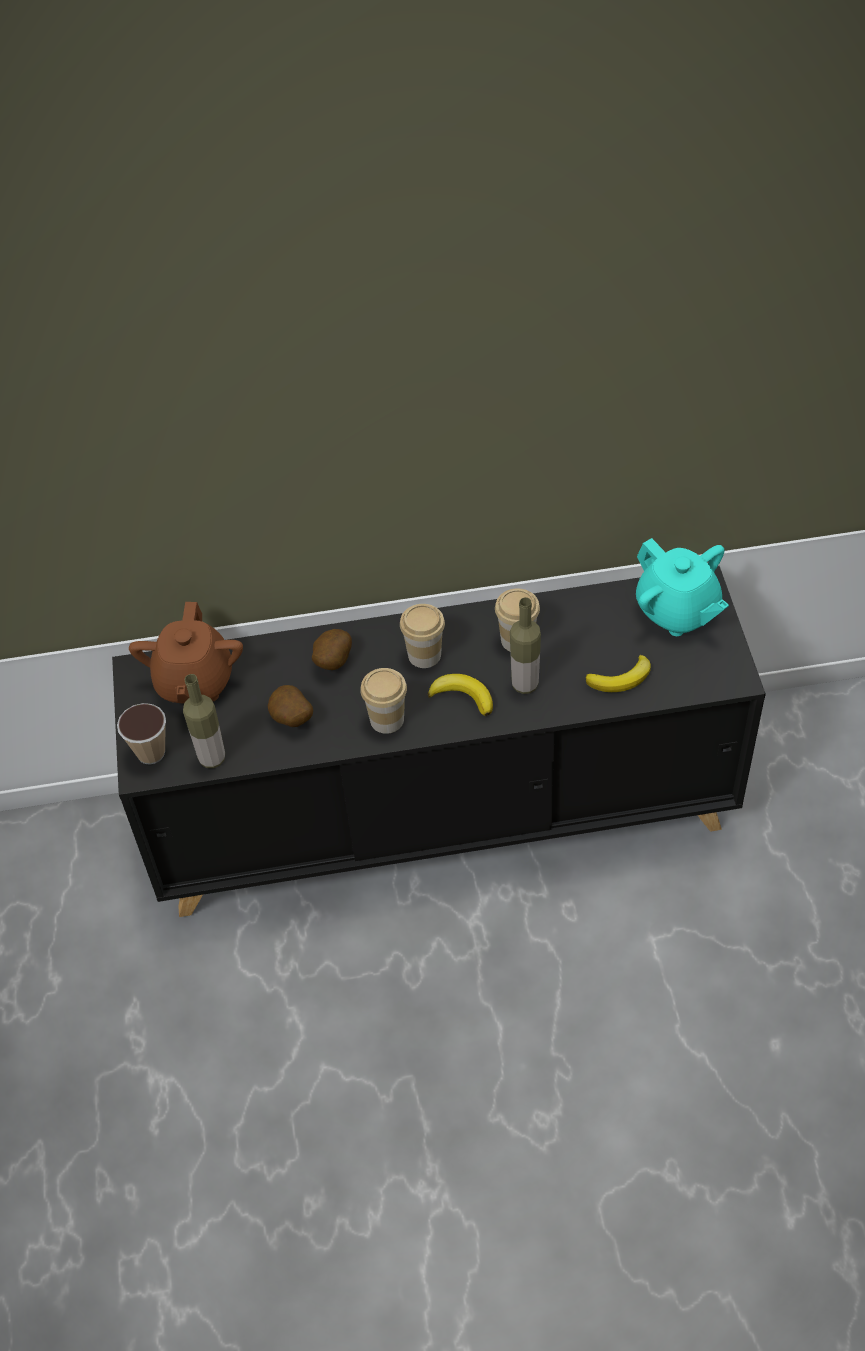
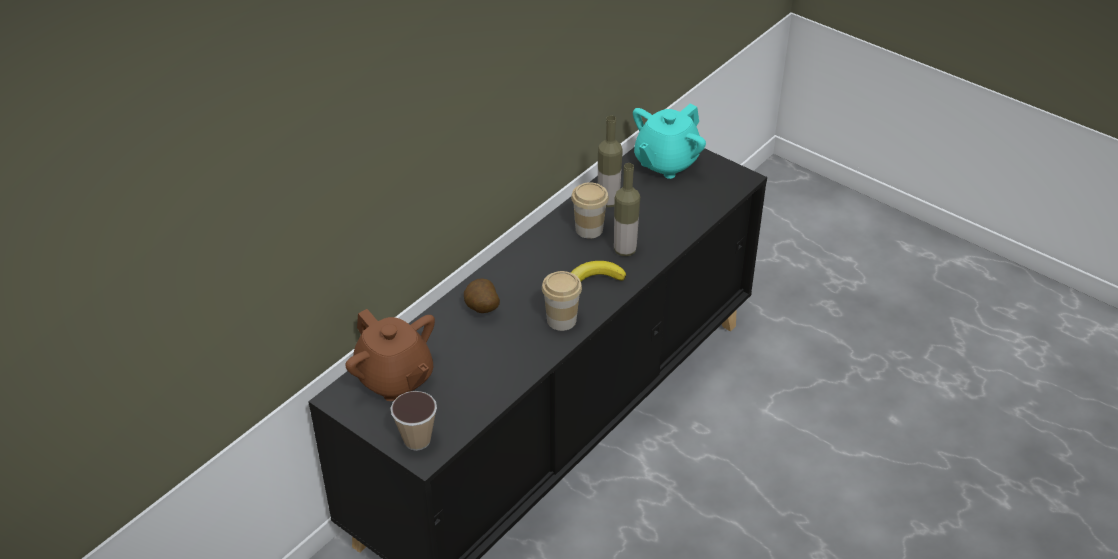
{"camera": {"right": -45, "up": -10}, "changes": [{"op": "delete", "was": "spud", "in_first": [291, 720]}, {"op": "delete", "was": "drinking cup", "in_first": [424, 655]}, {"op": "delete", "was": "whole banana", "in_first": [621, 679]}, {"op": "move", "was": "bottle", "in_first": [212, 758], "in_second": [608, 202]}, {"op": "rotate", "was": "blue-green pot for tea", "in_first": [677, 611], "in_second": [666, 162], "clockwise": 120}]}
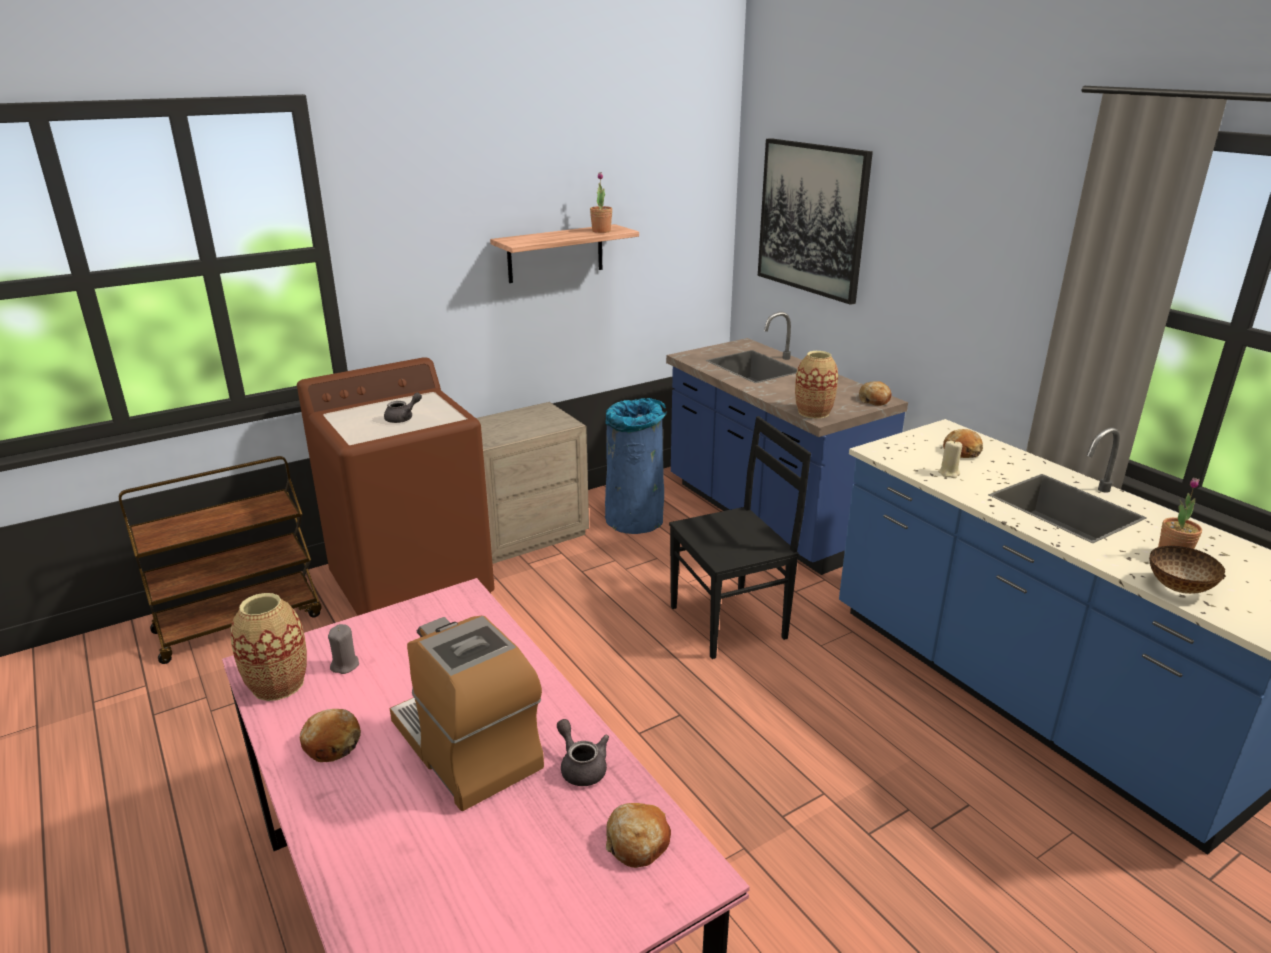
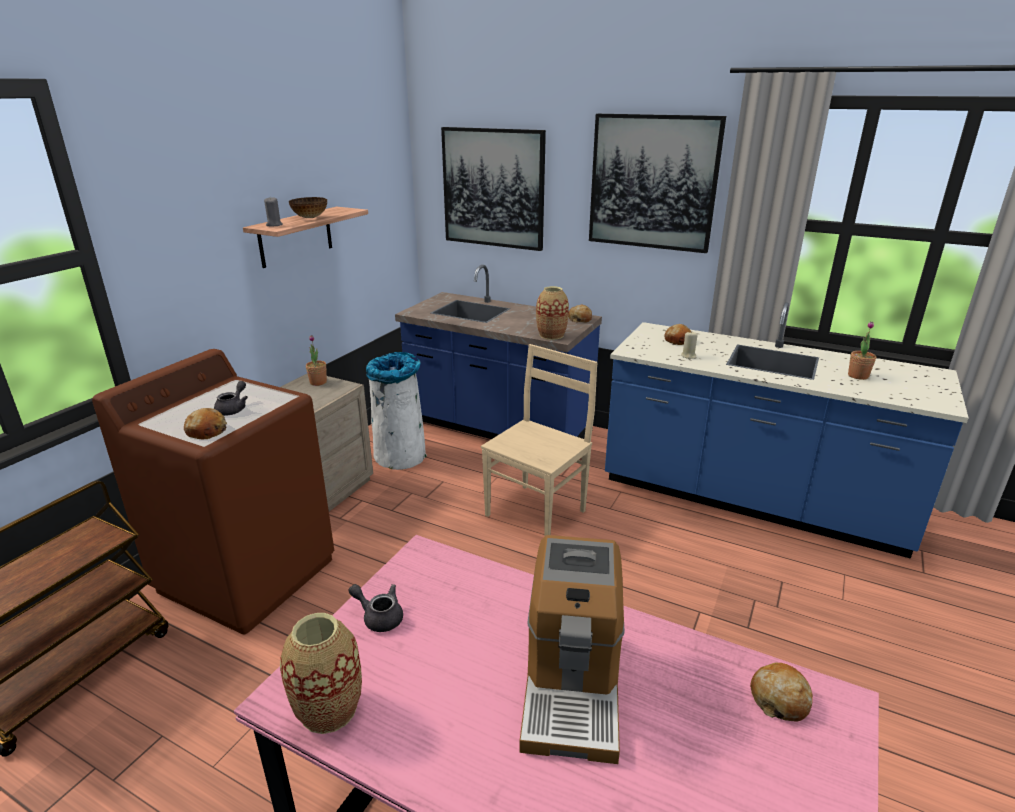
{"camera": {"right": -30, "up": 0}, "changes": [{"op": "insert", "now": "wall art", "in_second": [653, 183]}, {"op": "move", "was": "bakery bread", "in_first": [332, 743], "in_second": [207, 431]}, {"op": "move", "was": "gray candle", "in_first": [345, 665], "in_second": [274, 225]}, {"op": "move", "was": "gray pot for tea", "in_first": [581, 766], "in_second": [379, 617]}, {"op": "move", "was": "houseplant", "in_first": [601, 231], "in_second": [318, 382]}, {"op": "move", "was": "deep dish", "in_first": [1178, 588], "in_second": [309, 218]}, {"op": "recolor", "was": "bluish waste bin", "now": "white waste bin", "in_first": [635, 518], "in_second": [400, 455]}, {"op": "recolor", "was": "black chair", "now": "beige chair", "in_first": [731, 621], "in_second": [537, 512]}, {"op": "rotate", "was": "coffee machine", "in_first": [467, 747], "in_second": [572, 685], "clockwise": -105}]}
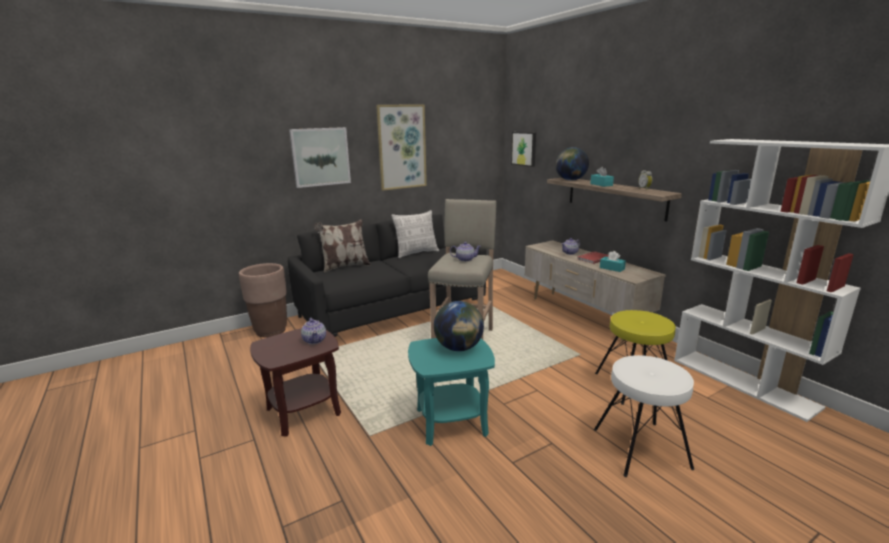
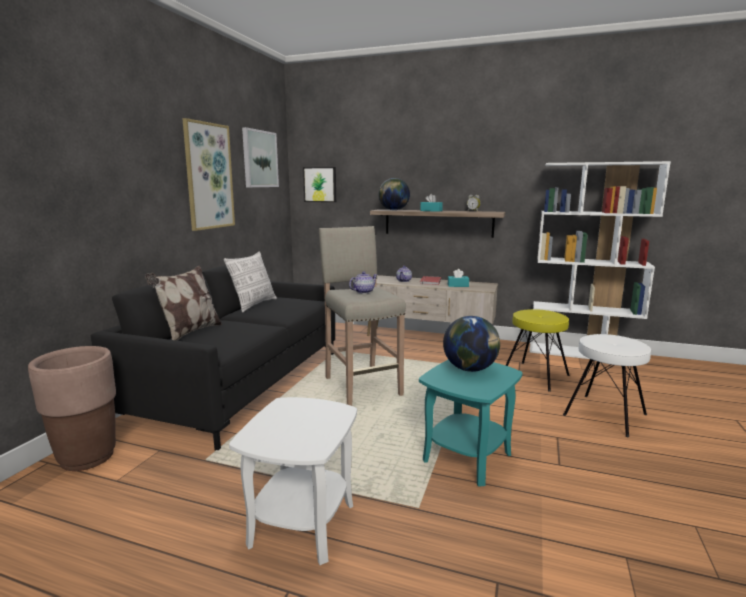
{"camera": {"right": -40, "up": -5}, "changes": [{"op": "delete", "was": "pot for tea", "in_first": [315, 340]}, {"op": "move", "was": "wall art", "in_first": [320, 157], "in_second": [259, 159]}, {"op": "recolor", "was": "brownish end table", "now": "white end table", "in_first": [303, 411], "in_second": [301, 524]}]}
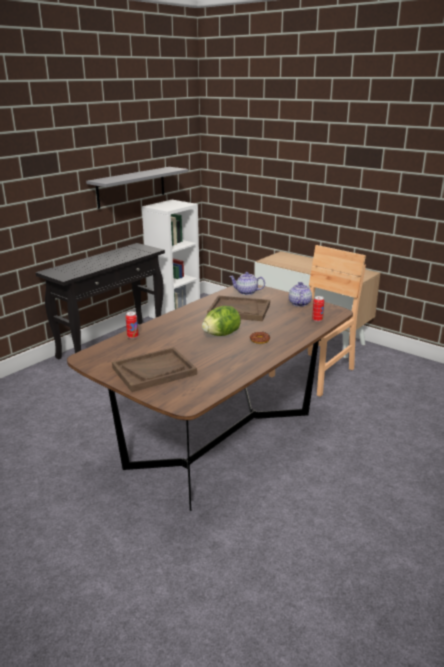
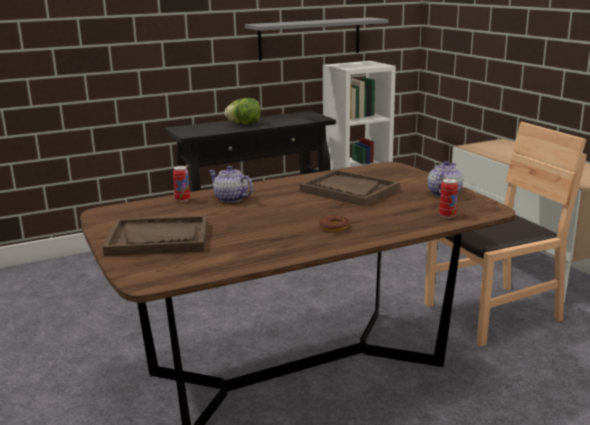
{"camera": {"right": 25, "up": -5}, "changes": [{"op": "move", "was": "lettuce head", "in_first": [221, 334], "in_second": [244, 124]}, {"op": "move", "was": "pot for tea", "in_first": [246, 292], "in_second": [230, 199]}]}
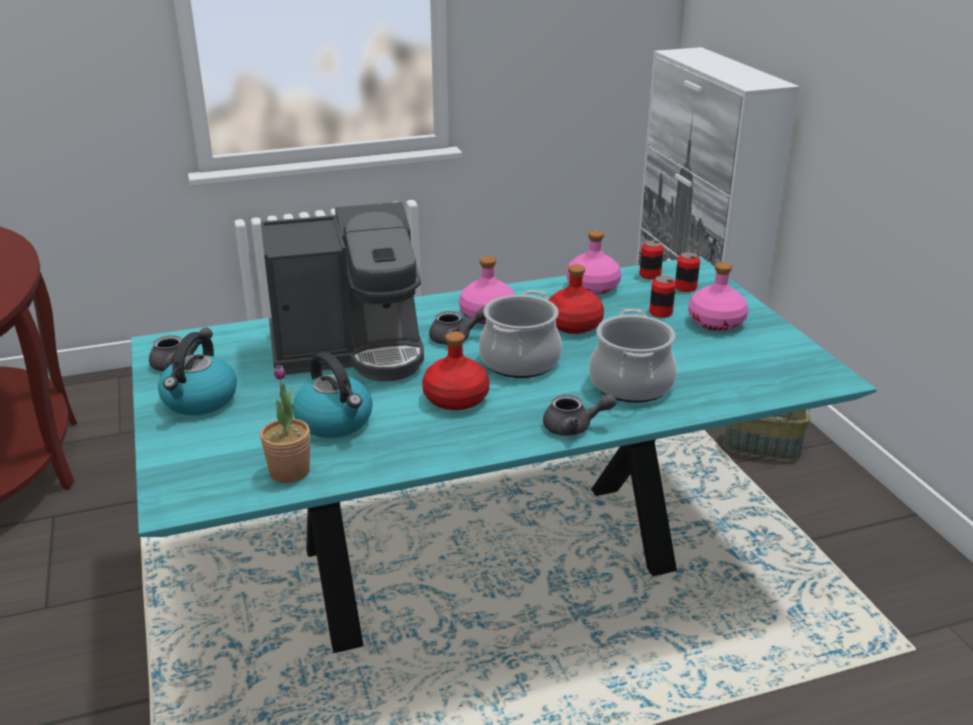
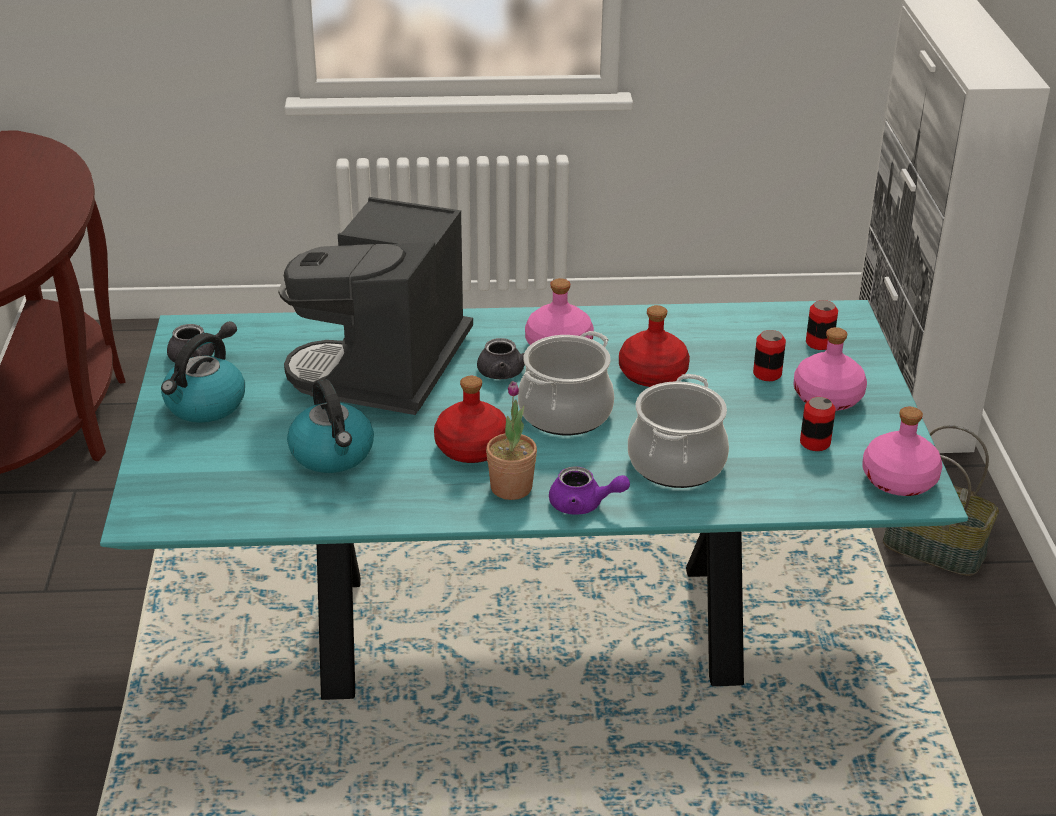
{"camera": {"right": 15, "up": 5}, "changes": [{"op": "move", "was": "houseplant", "in_first": [289, 471], "in_second": [511, 488]}, {"op": "move", "was": "pink-coloured bottle", "in_first": [592, 287], "in_second": [898, 480]}, {"op": "move", "was": "can", "in_first": [650, 275], "in_second": [815, 443]}, {"op": "recolor", "was": "gray pot for tea", "now": "purple-coloured pot for tea", "in_first": [574, 427], "in_second": [583, 505]}, {"op": "rotate", "was": "coffee machine", "in_first": [351, 350], "in_second": [385, 368], "clockwise": 105}]}
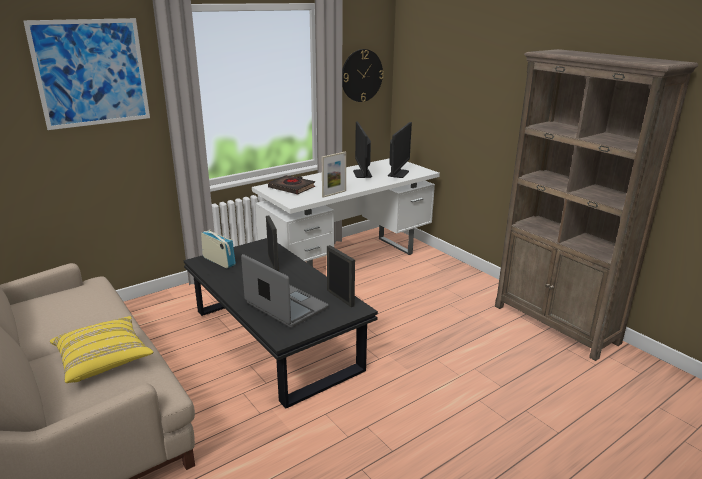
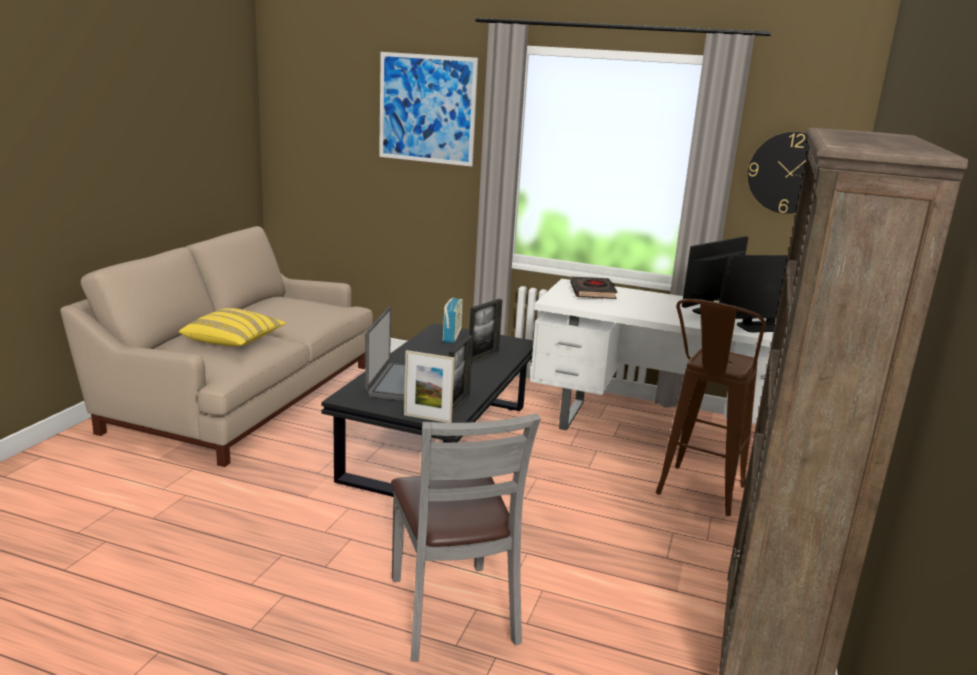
{"camera": {"right": 55, "up": -5}, "changes": [{"op": "insert", "now": "gray chair", "in_second": [451, 611]}, {"op": "insert", "now": "brownish stool", "in_second": [697, 497]}, {"op": "move", "was": "standing frame", "in_first": [334, 194], "in_second": [427, 418]}]}
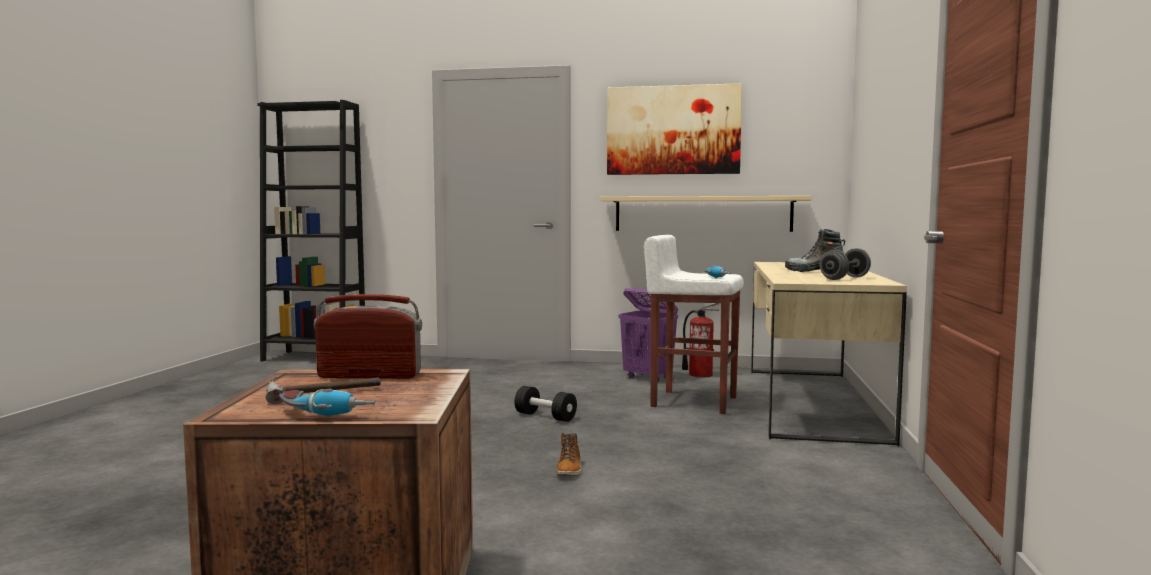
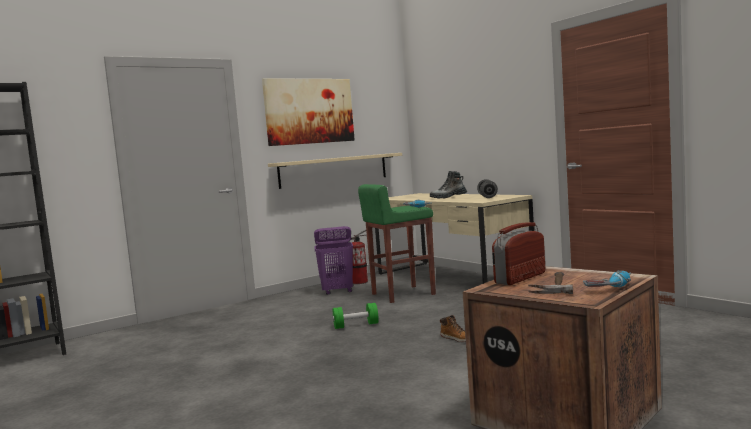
{"camera": {"right": -45, "up": 0}, "changes": [{"op": "recolor", "was": "black hand weight", "now": "green-coloured hand weight", "in_first": [545, 417], "in_second": [356, 325]}, {"op": "recolor", "was": "white stool", "now": "green-coloured stool", "in_first": [692, 401], "in_second": [402, 294]}]}
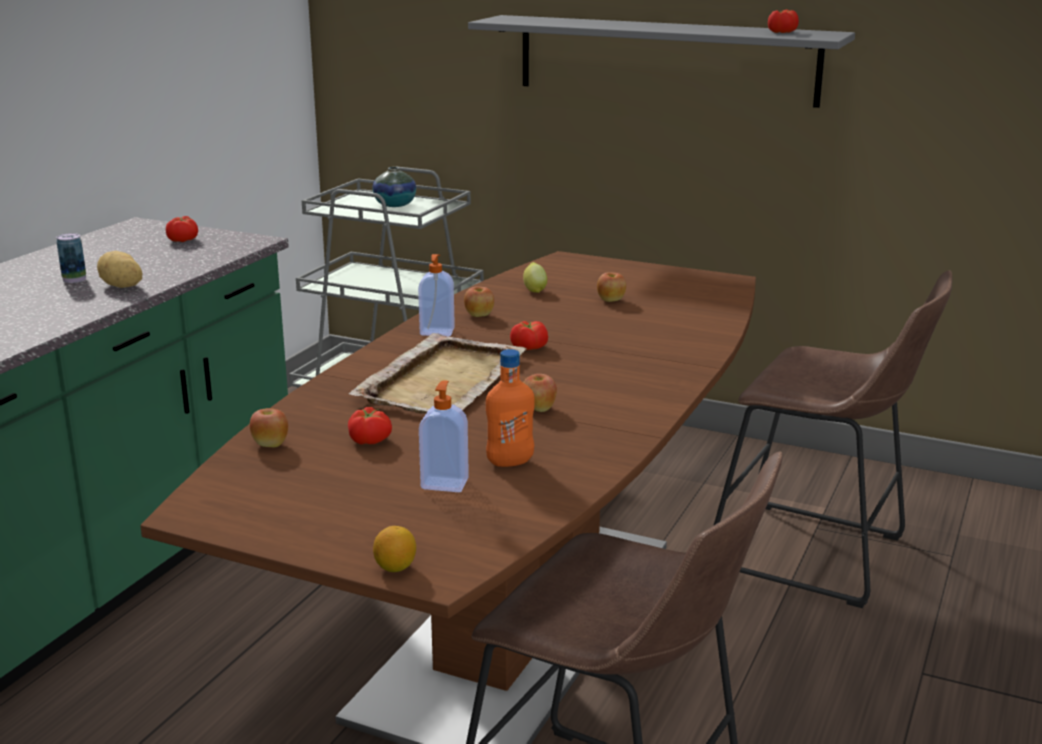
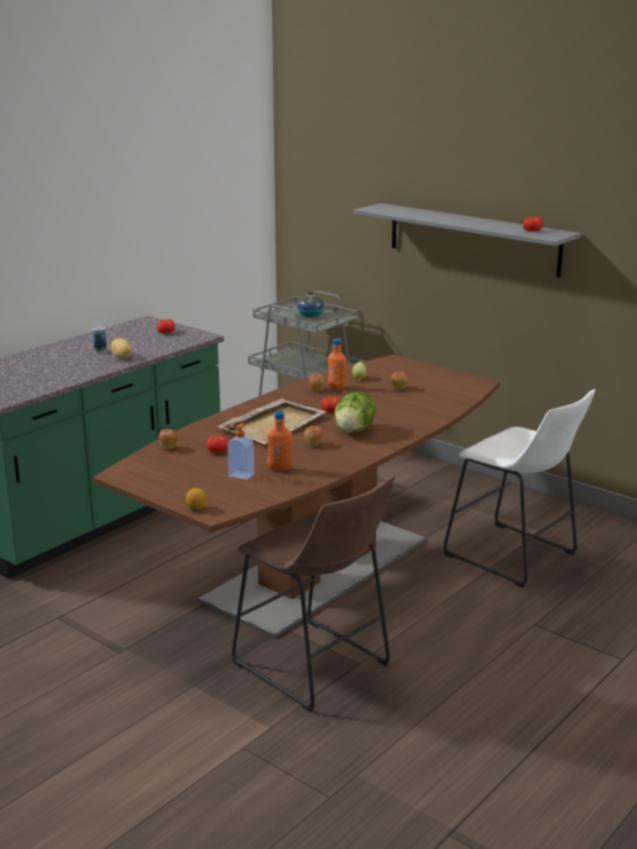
{"camera": {"right": 15, "up": 0}, "changes": [{"op": "delete", "was": "soap dispenser", "in_first": [437, 332]}, {"op": "insert", "now": "orange bottle", "in_second": [337, 388]}, {"op": "insert", "now": "lettuce head", "in_second": [354, 431]}, {"op": "recolor", "was": "brownish stool", "now": "white stool", "in_first": [818, 556], "in_second": [515, 557]}]}
